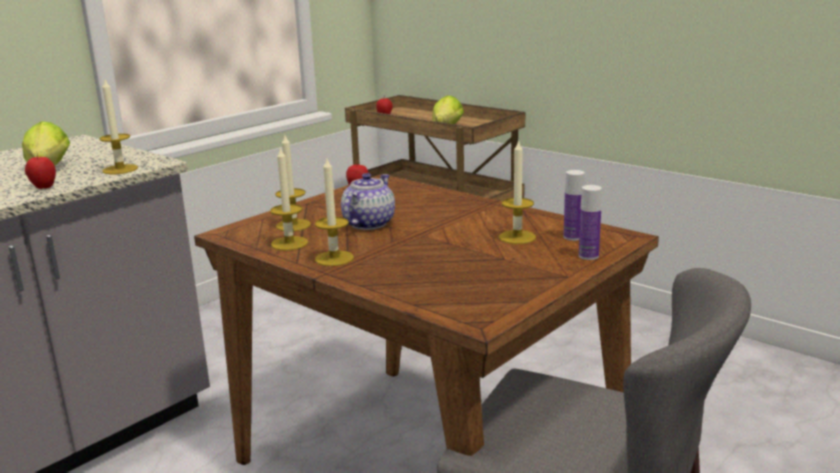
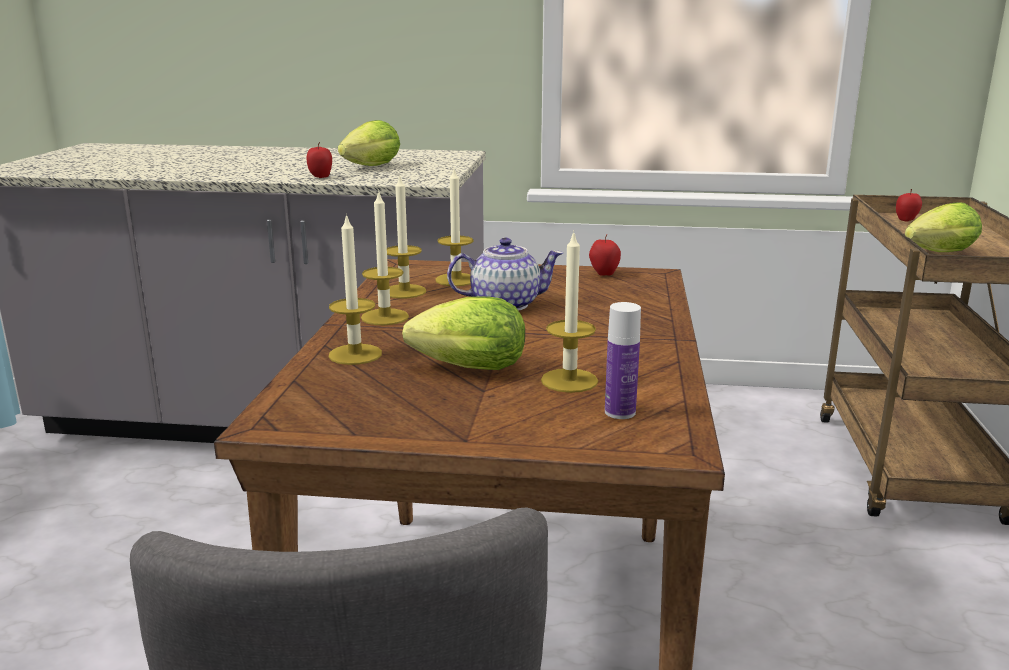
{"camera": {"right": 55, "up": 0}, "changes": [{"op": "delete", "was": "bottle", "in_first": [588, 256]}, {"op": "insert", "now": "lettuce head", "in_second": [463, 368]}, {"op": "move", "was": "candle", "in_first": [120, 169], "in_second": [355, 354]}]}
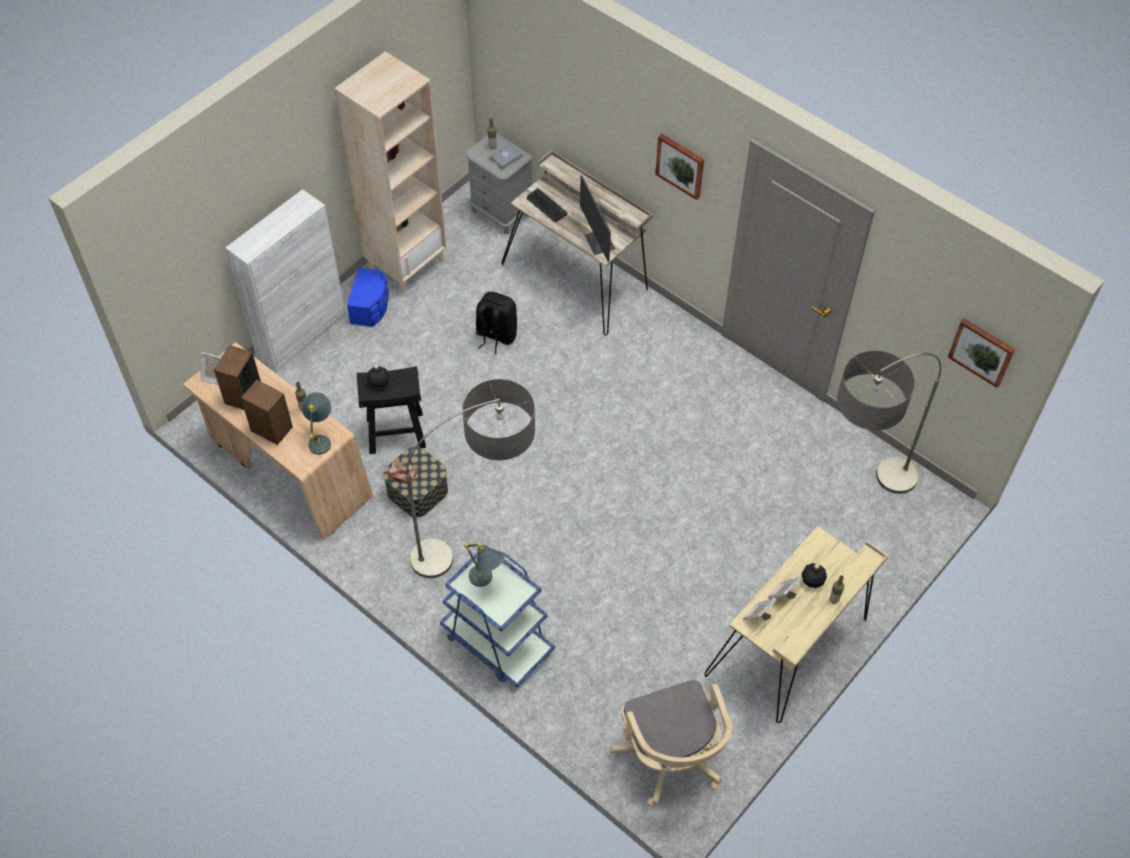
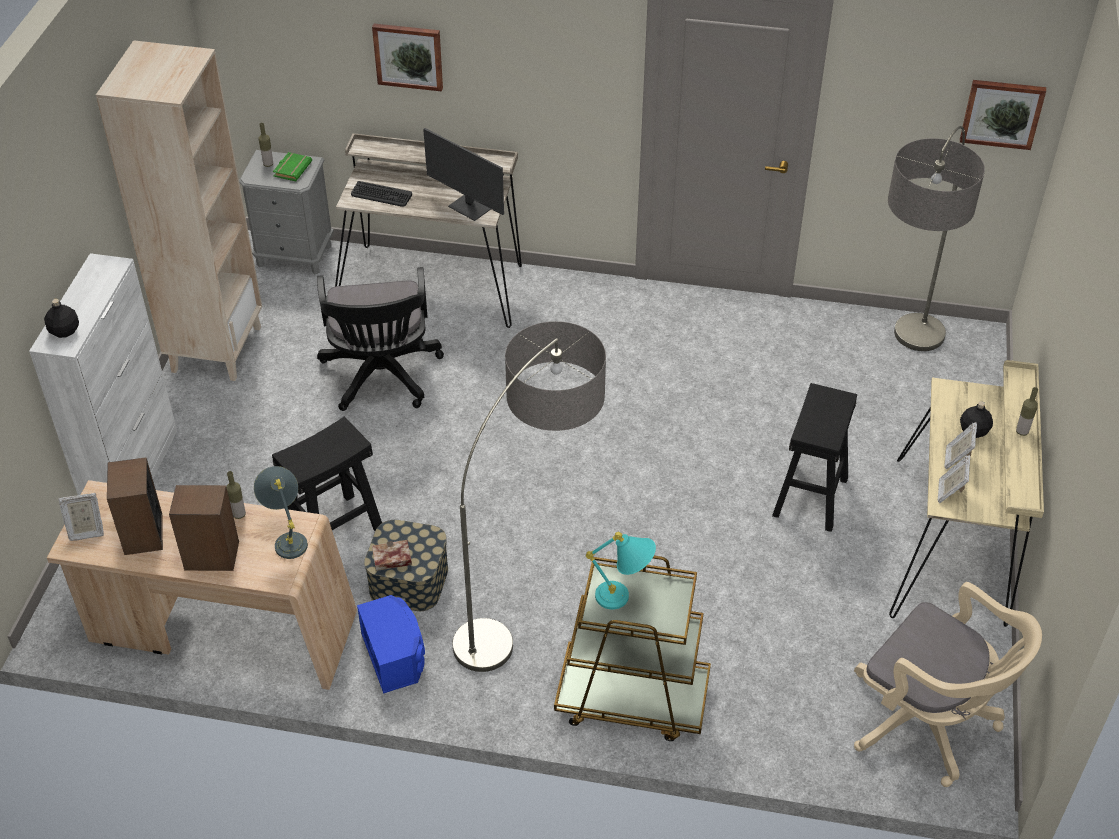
{"camera": {"right": -30, "up": -10}, "changes": [{"op": "insert", "now": "black stool", "in_second": [809, 496]}, {"op": "move", "was": "bluish audio speaker", "in_first": [371, 307], "in_second": [395, 655]}, {"op": "move", "was": "black bottle", "in_first": [379, 383], "in_second": [64, 331]}, {"op": "move", "was": "wall art", "in_first": [680, 165], "in_second": [408, 56]}, {"op": "replace", "was": "black rucksack", "now": "black office chair", "in_first": [496, 335], "in_second": [381, 378]}, {"op": "recolor", "was": "bluish wheeled cart", "now": "brownish wheeled cart", "in_first": [497, 641], "in_second": [631, 699]}, {"op": "recolor", "was": "gray tabletop lamp", "now": "blue-green tabletop lamp", "in_first": [486, 581], "in_second": [624, 598]}, {"op": "recolor", "was": "gray bound book", "now": "green-coloured bound book", "in_first": [505, 157], "in_second": [292, 169]}]}
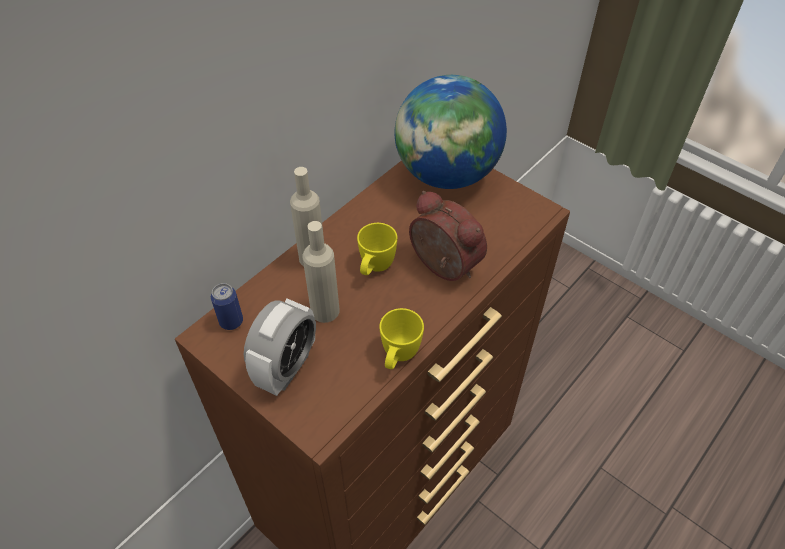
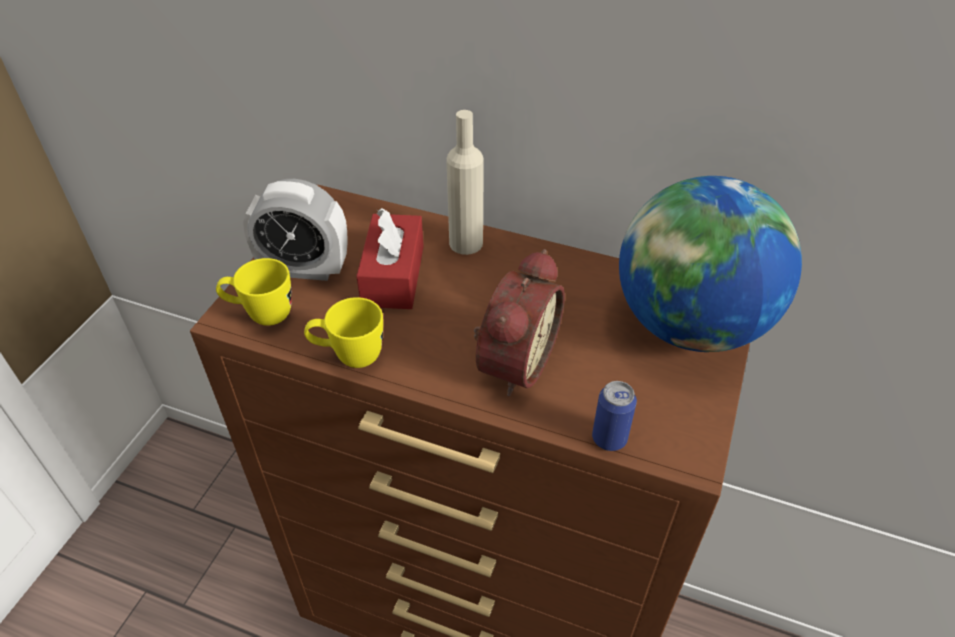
{"camera": {"right": 70, "up": -5}, "changes": [{"op": "move", "was": "can", "in_first": [231, 321], "in_second": [609, 438]}, {"op": "move", "was": "yellow-coloured mug", "in_first": [375, 268], "in_second": [261, 315]}, {"op": "replace", "was": "beige bottle", "now": "red-coloured tissue box", "in_first": [325, 311], "in_second": [393, 275]}]}
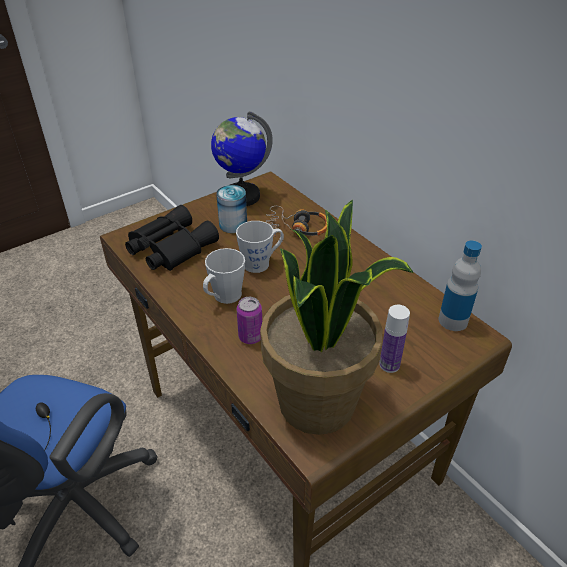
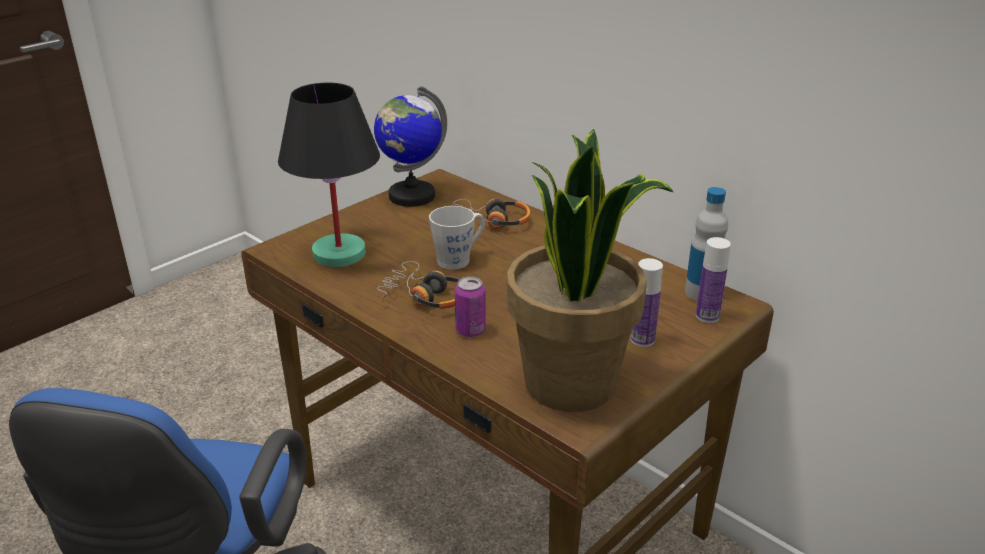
{"camera": {"right": -10, "up": -10}, "changes": [{"op": "delete", "was": "can", "in_first": [233, 224]}, {"op": "insert", "now": "bottle", "in_second": [707, 316]}, {"op": "replace", "was": "black binoculars", "now": "black tabletop lamp", "in_first": [169, 247], "in_second": [338, 254]}, {"op": "replace", "was": "gray mug", "now": "headset", "in_first": [224, 297], "in_second": [424, 296]}]}
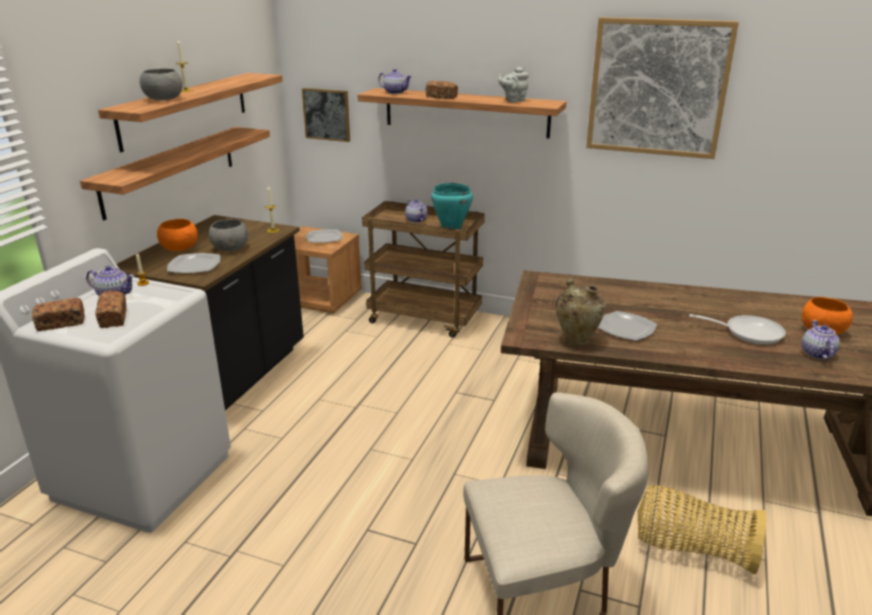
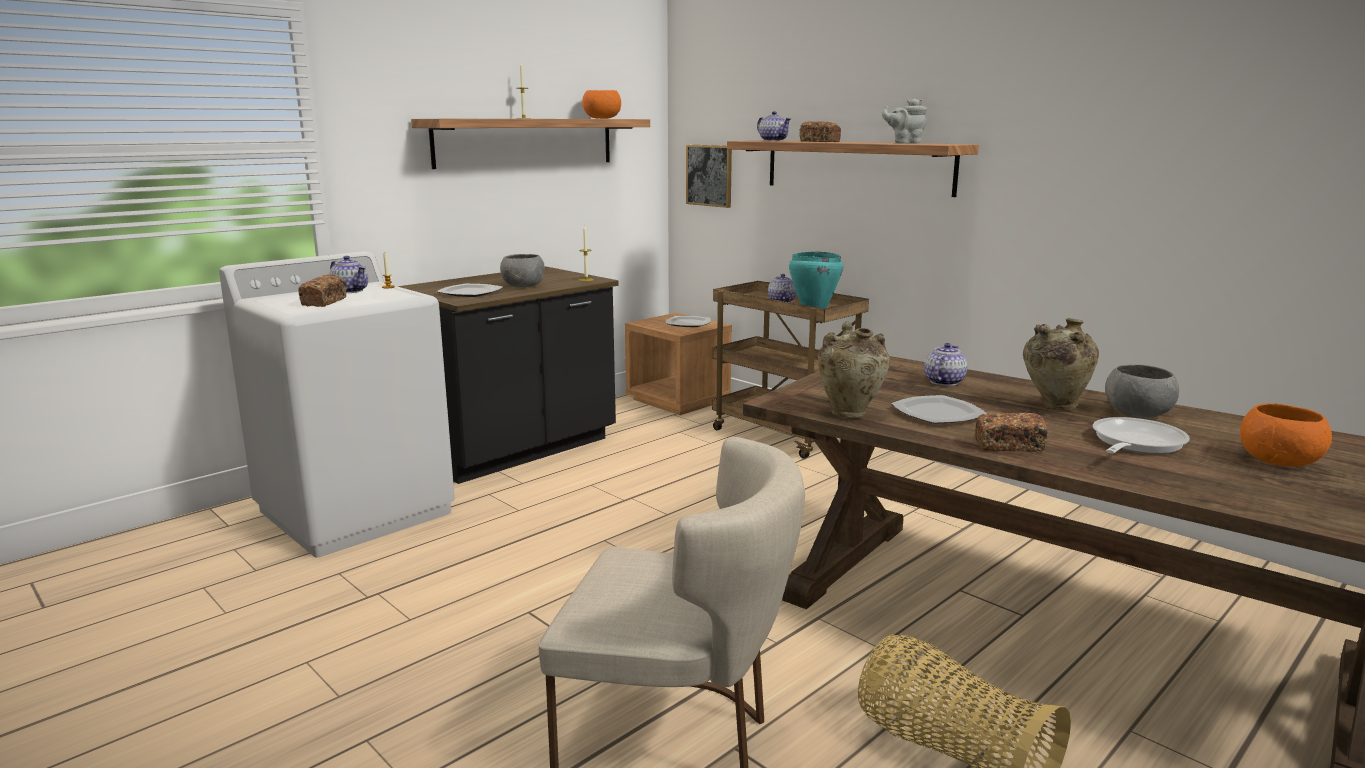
{"camera": {"right": 25, "up": -10}, "changes": [{"op": "delete", "was": "wall shelf", "in_first": [170, 170]}, {"op": "delete", "was": "wall art", "in_first": [657, 88]}, {"op": "insert", "now": "beige vase", "in_second": [1054, 406]}, {"op": "move", "was": "bakery bread", "in_first": [61, 323], "in_second": [1009, 446]}, {"op": "move", "was": "gray deep dish", "in_first": [163, 99], "in_second": [1137, 414]}, {"op": "move", "was": "orange deep dish", "in_first": [179, 248], "in_second": [602, 118]}, {"op": "move", "was": "pot for tea", "in_first": [817, 354], "in_second": [943, 382]}, {"op": "rotate", "was": "pan", "in_first": [748, 332], "in_second": [1134, 444], "clockwise": -90}]}
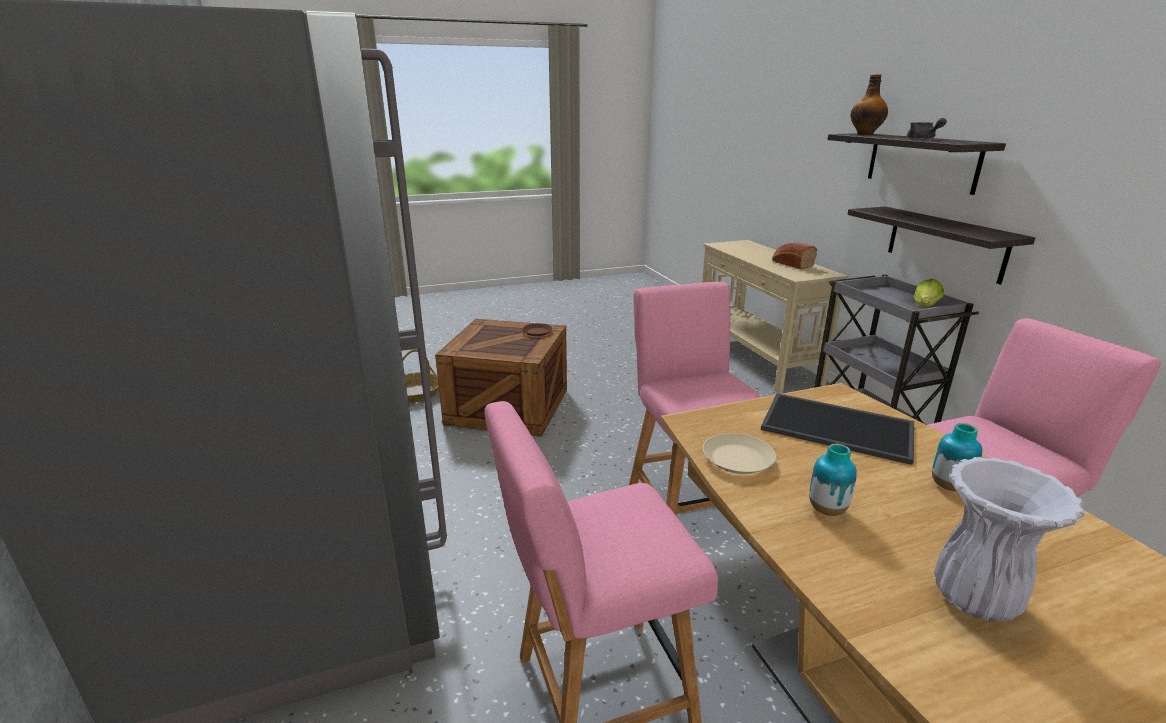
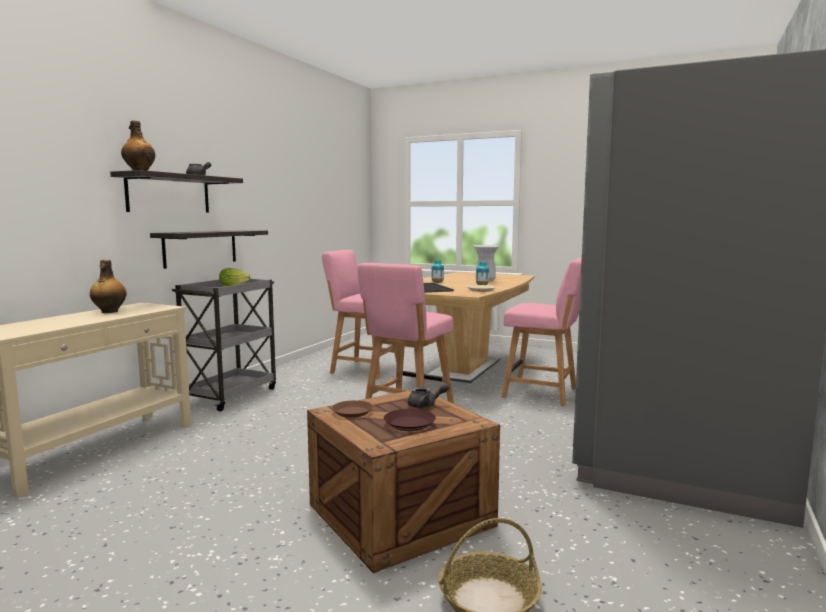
{"camera": {"right": -135, "up": -15}, "changes": [{"op": "insert", "now": "brownish plate", "in_second": [410, 424]}, {"op": "insert", "now": "gray pot for tea", "in_second": [426, 405]}, {"op": "replace", "was": "bakery bread", "now": "bottle", "in_first": [791, 264], "in_second": [109, 312]}]}
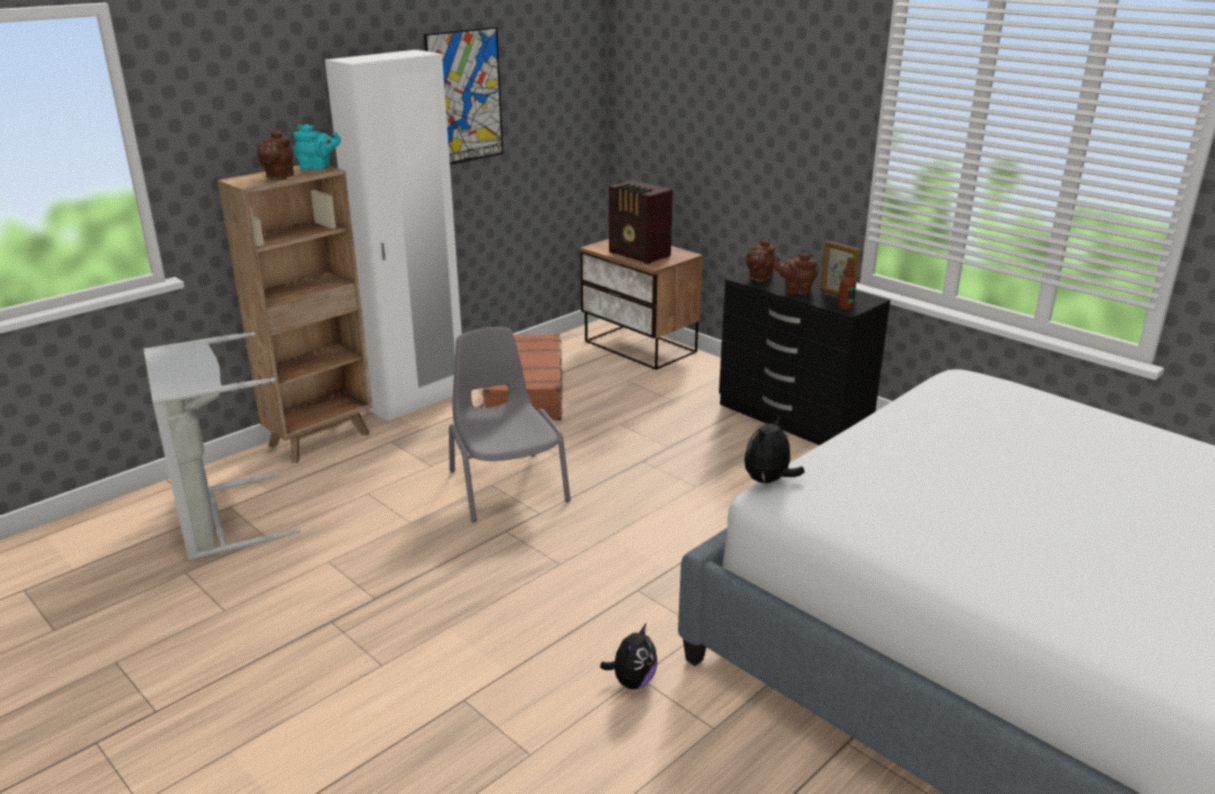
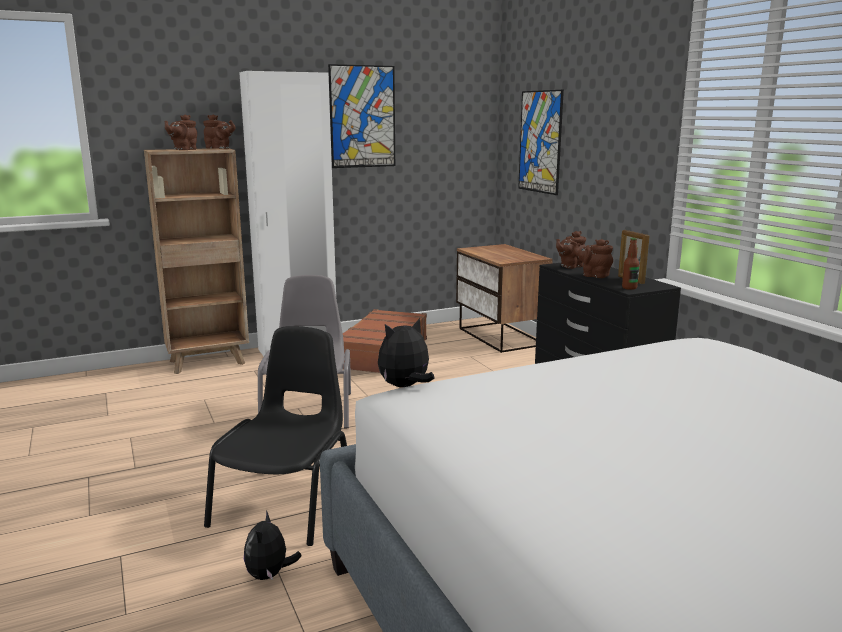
{"camera": {"right": 20, "up": -10}, "changes": [{"op": "delete", "was": "gray hamper", "in_first": [219, 520]}, {"op": "delete", "was": "radio set", "in_first": [639, 255]}, {"op": "insert", "now": "black chair", "in_second": [286, 504]}, {"op": "insert", "now": "wall art", "in_second": [540, 142]}, {"op": "recolor", "was": "blue-green pot for tea", "now": "brownish pot for tea", "in_first": [318, 168], "in_second": [219, 148]}, {"op": "rotate", "was": "cuddly toy", "in_first": [632, 681], "in_second": [270, 575], "clockwise": 135}]}
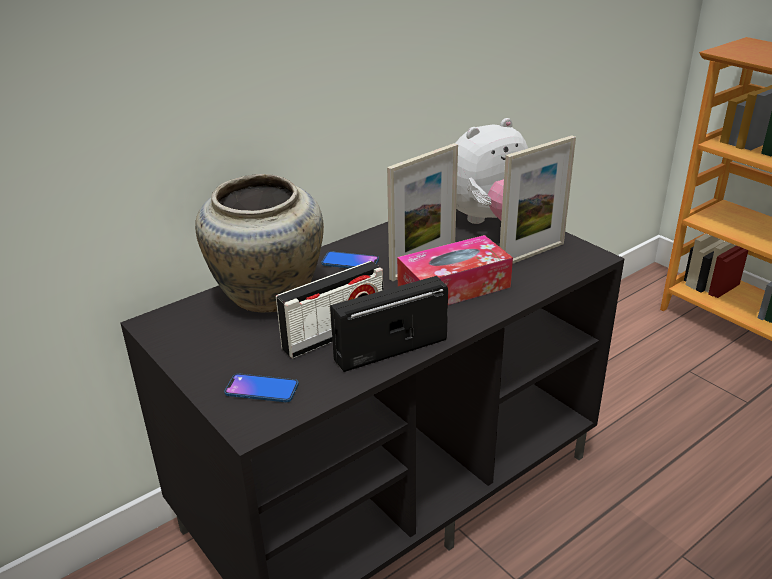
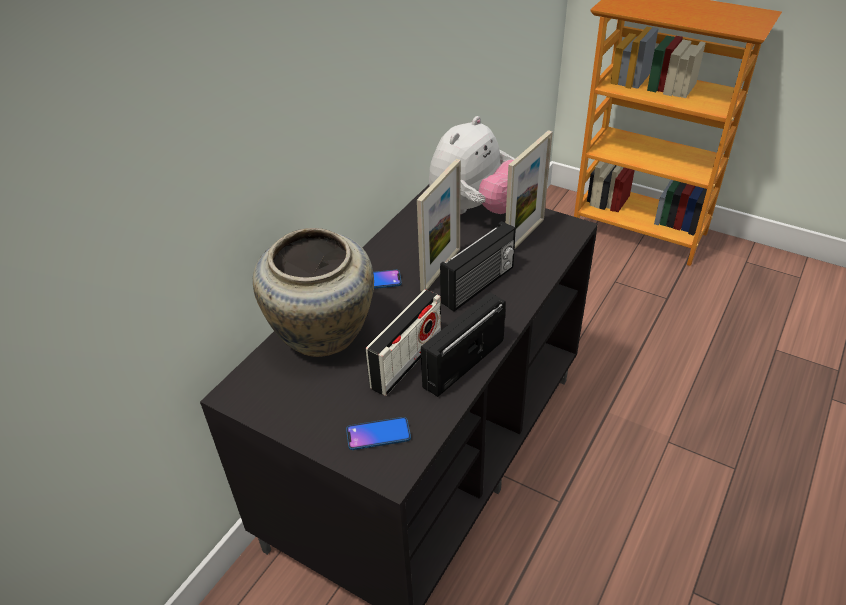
{"camera": {"right": -20, "up": 10}, "changes": [{"op": "replace", "was": "tissue box", "now": "radio set", "in_first": [453, 287], "in_second": [479, 286]}]}
